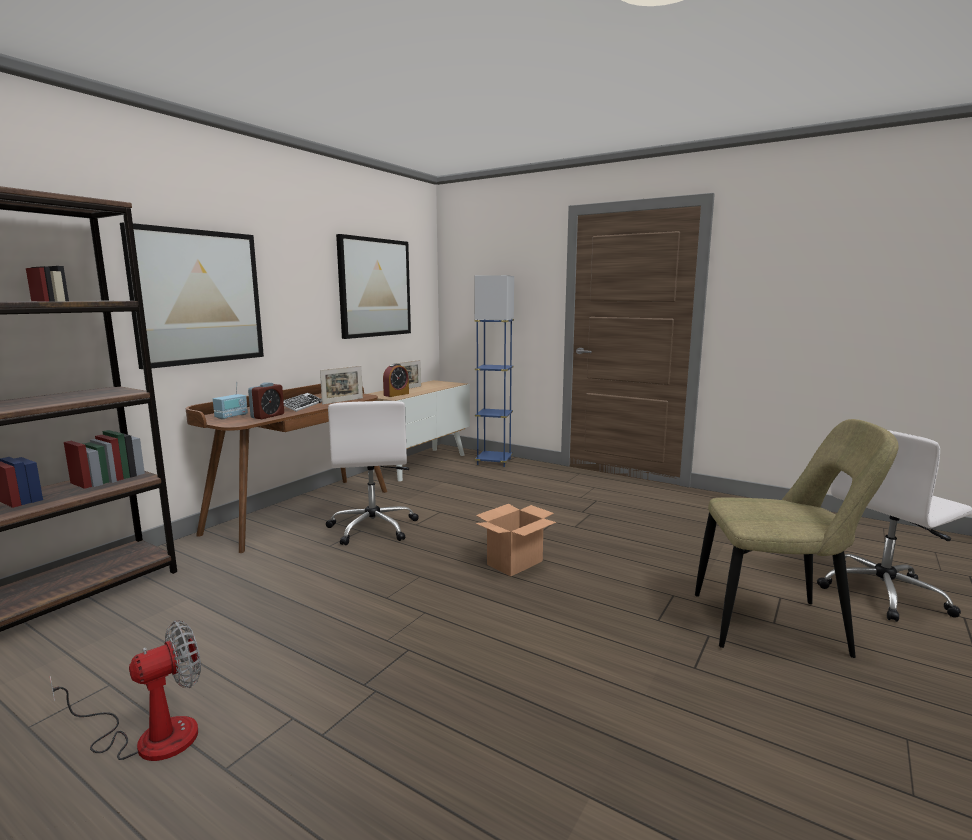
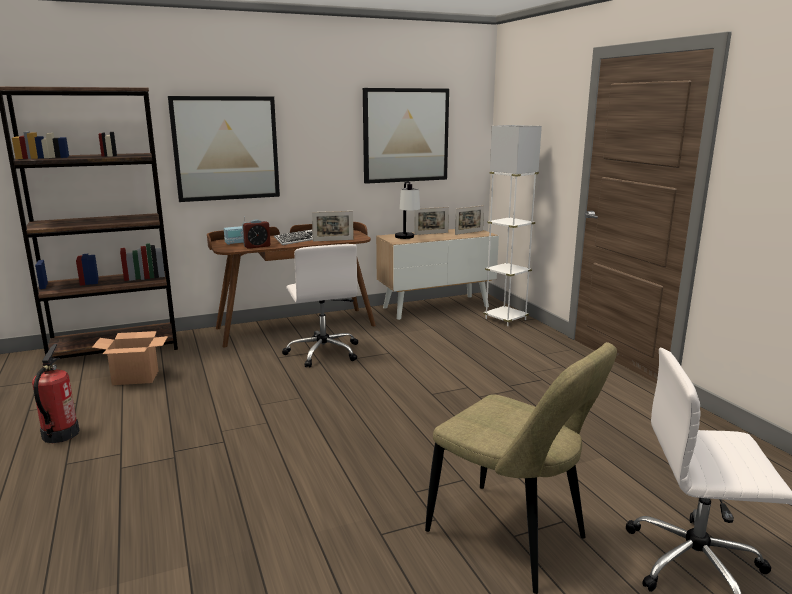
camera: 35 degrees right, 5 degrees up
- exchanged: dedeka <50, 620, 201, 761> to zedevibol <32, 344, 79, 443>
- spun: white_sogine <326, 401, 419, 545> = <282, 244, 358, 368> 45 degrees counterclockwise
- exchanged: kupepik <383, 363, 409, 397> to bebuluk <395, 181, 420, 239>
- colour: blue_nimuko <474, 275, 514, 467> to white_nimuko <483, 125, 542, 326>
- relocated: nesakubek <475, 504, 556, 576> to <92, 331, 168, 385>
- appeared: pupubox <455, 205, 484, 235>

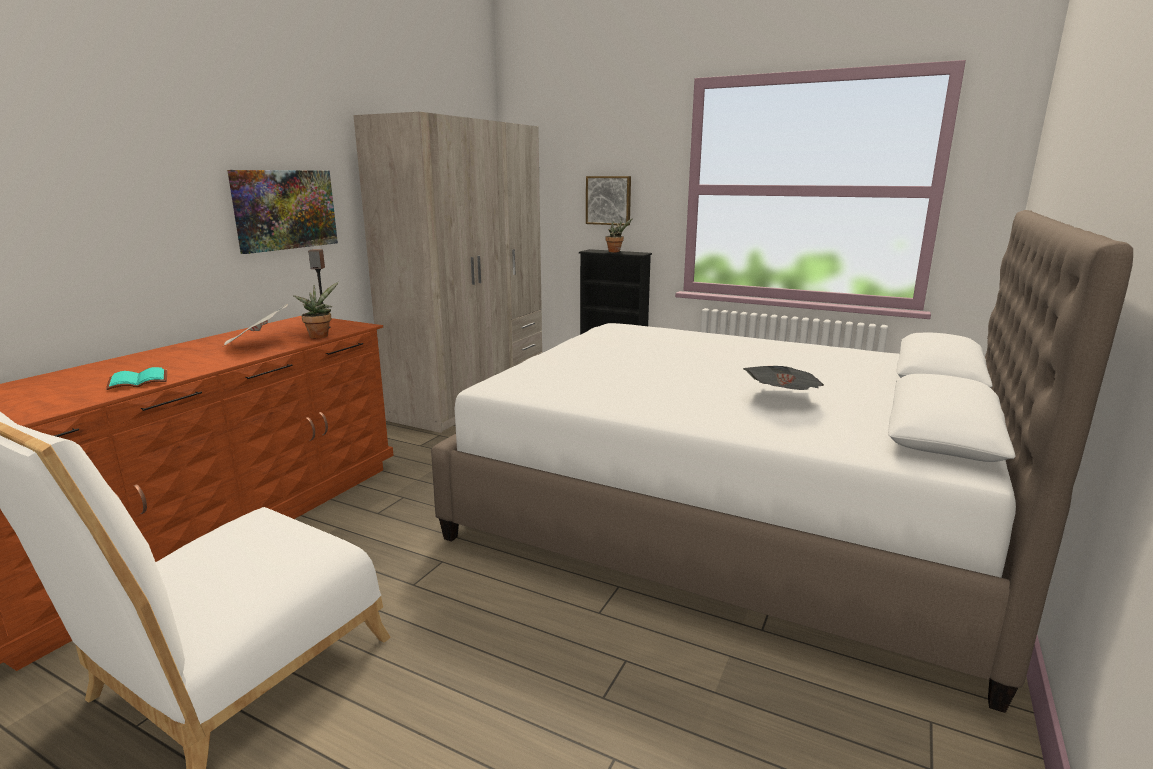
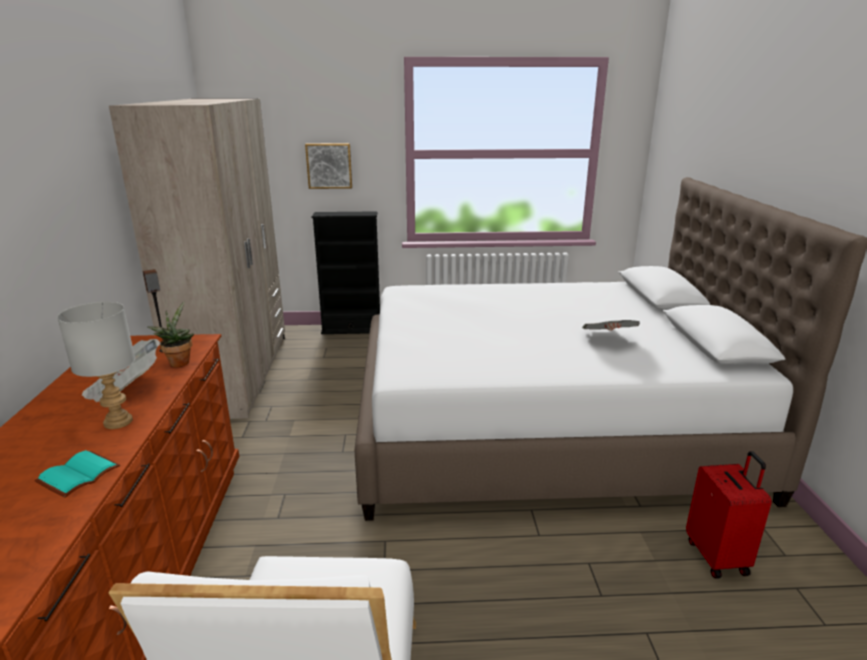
camera: 30 degrees left, 5 degrees up
- missing: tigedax <227, 170, 338, 254>
- missing: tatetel <606, 217, 633, 253>
- appeared: grey_bebuluk <57, 302, 135, 429>
- appeared: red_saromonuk <686, 451, 772, 579>

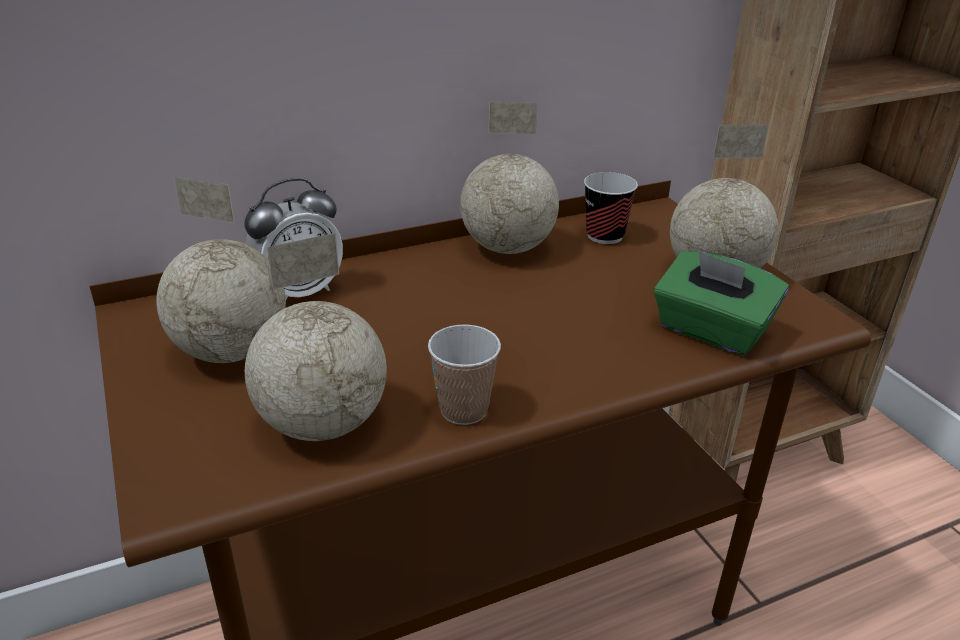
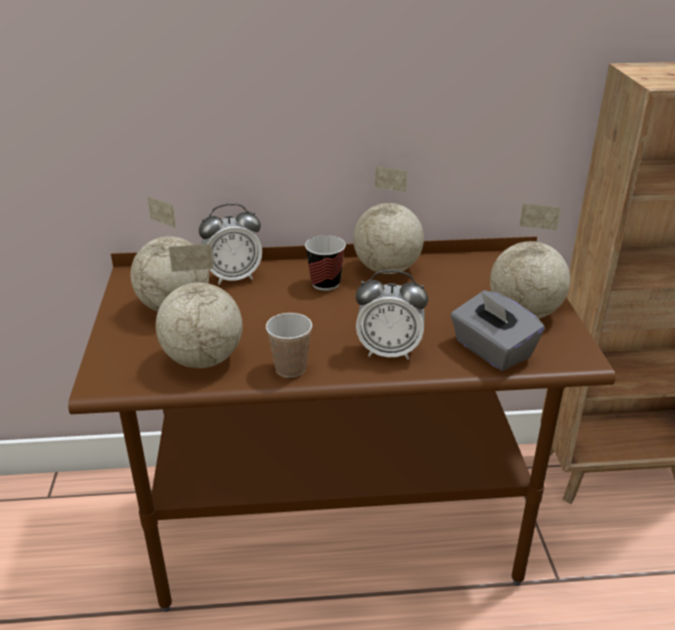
camera: 20 degrees right, 0 degrees up
- relocated: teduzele <584, 172, 638, 244> to <305, 235, 346, 291>
- colour: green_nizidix <654, 251, 789, 355> to grey_nizidix <450, 290, 545, 371>
- appeared: kupepik <355, 270, 428, 360>

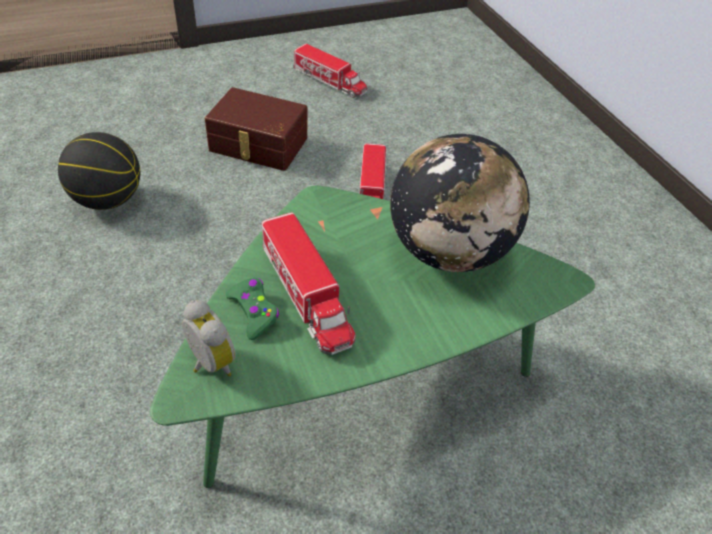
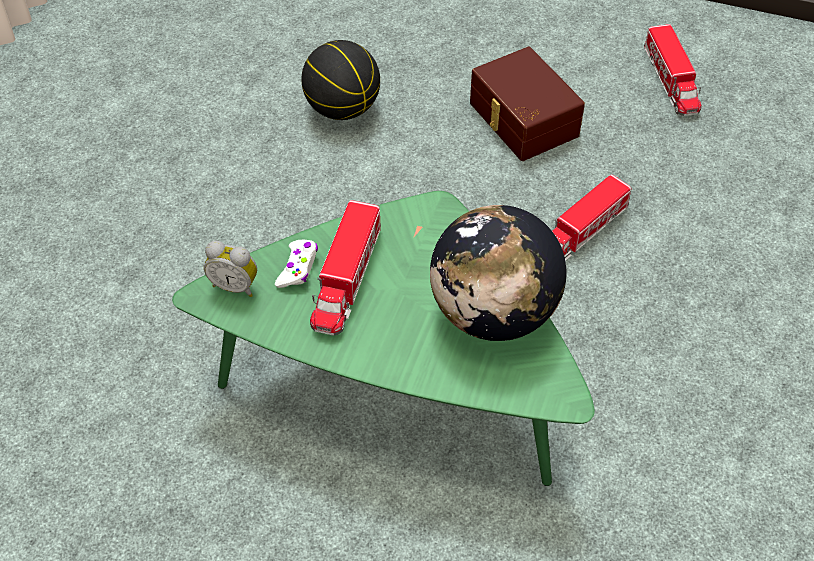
camera: 45 degrees right, 5 degrees up
- spun: kupepik <182, 300, 235, 376> = <204, 240, 257, 297> 105 degrees clockwise
- colour: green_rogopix <226, 278, 279, 340> to white_rogopix <275, 240, 318, 288>

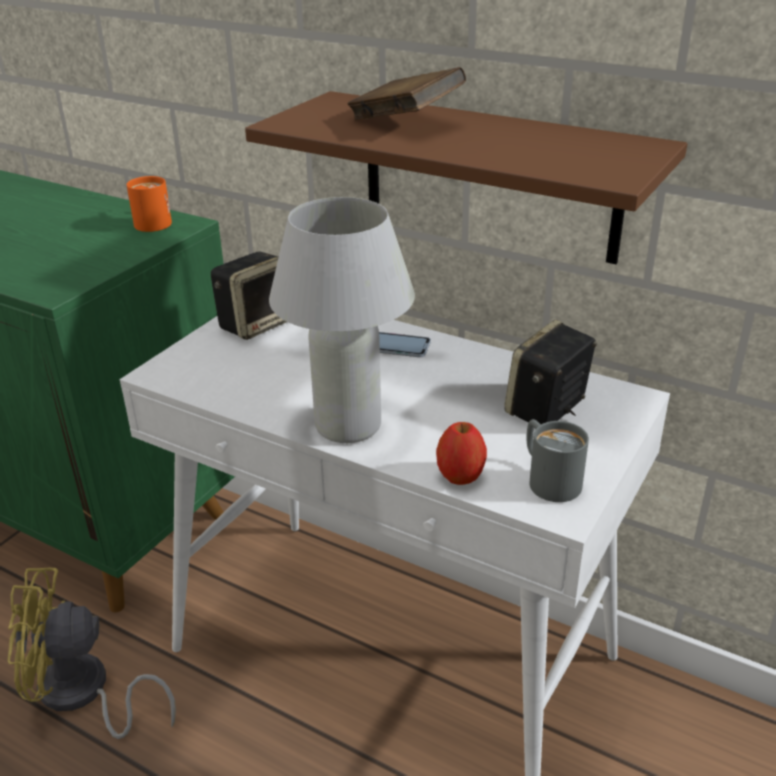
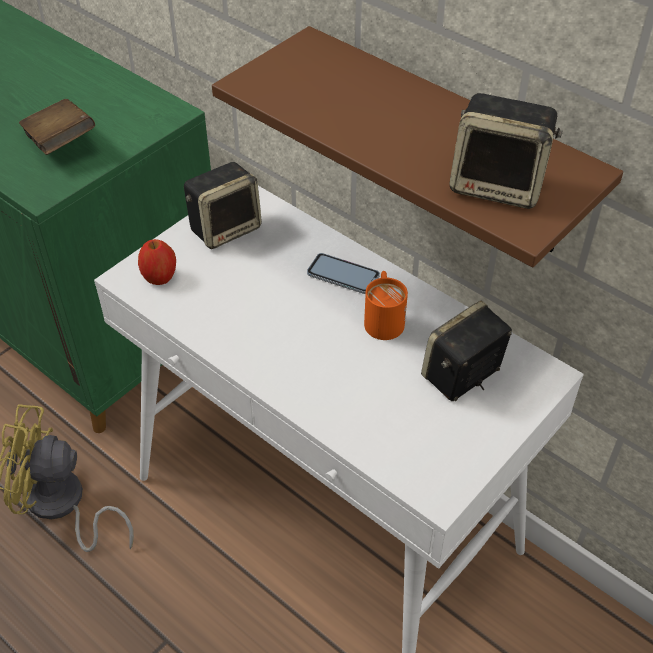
camera: 10 degrees right, 15 degrees up
- relocated: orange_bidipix <126, 176, 172, 232> to <364, 271, 408, 340>
- missing: white_bebuluk <269, 197, 415, 443>
- relocated: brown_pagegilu <347, 67, 466, 120> to <19, 99, 95, 155>
- relocated: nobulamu <436, 422, 487, 485> to <138, 239, 176, 285>
- missing: grey_bidipix <526, 419, 589, 502>
- appeared: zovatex <449, 93, 563, 209>

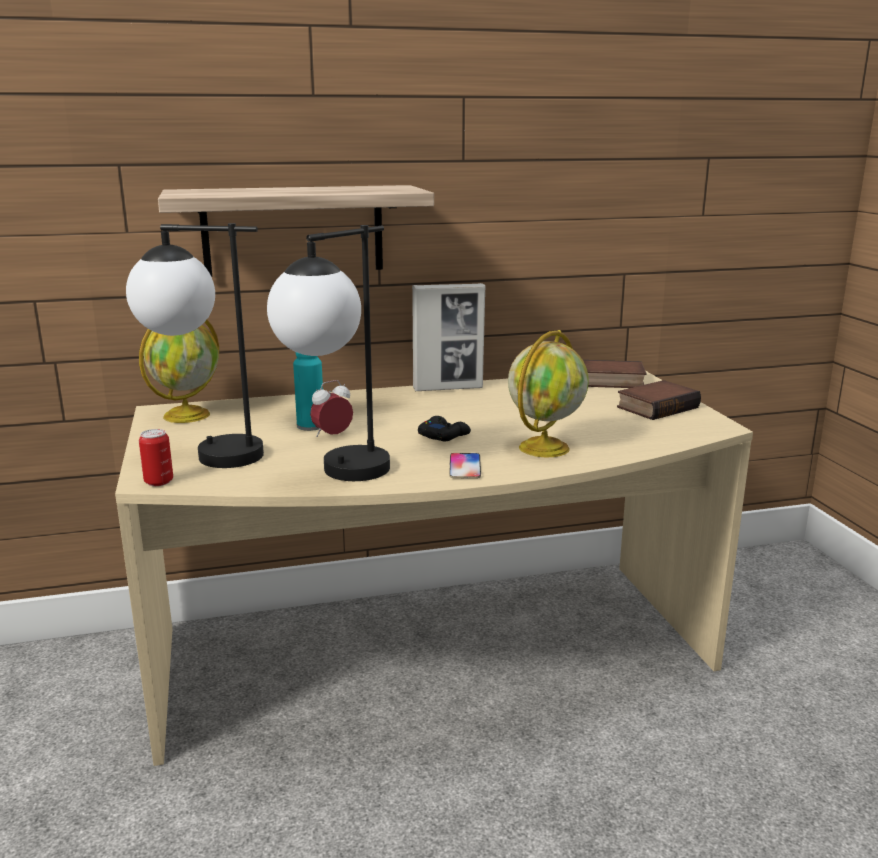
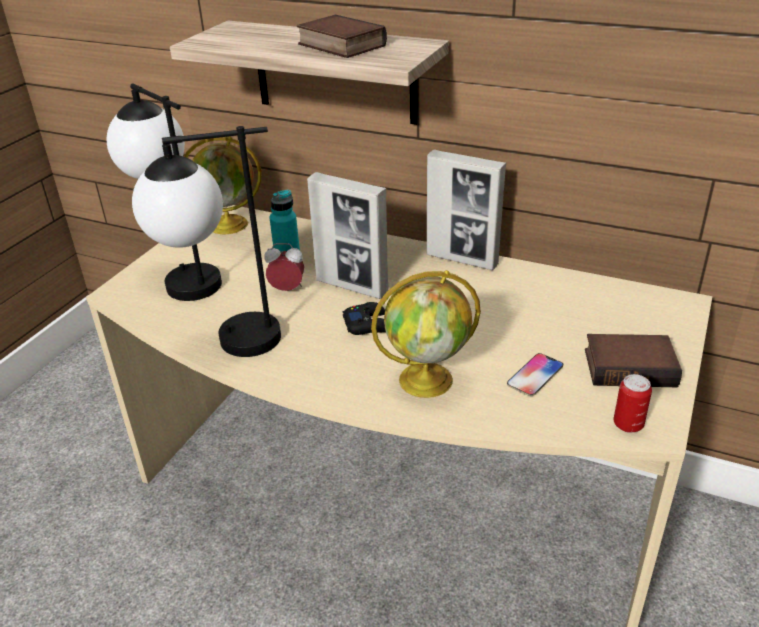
camera: 40 degrees right, 15 degrees up
- relocated: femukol <139, 429, 173, 486> to <614, 374, 652, 433>
- relocated: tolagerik <449, 453, 481, 479> to <507, 353, 563, 396>
- relocated: pagegilu <583, 360, 647, 388> to <297, 15, 387, 58>
- appeared: pupubox <307, 172, 389, 299>

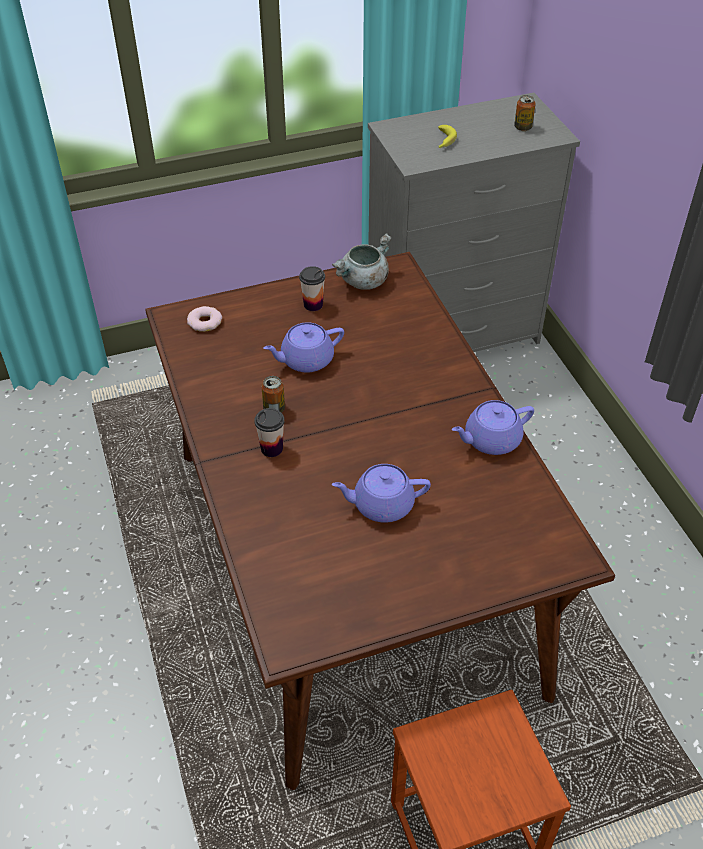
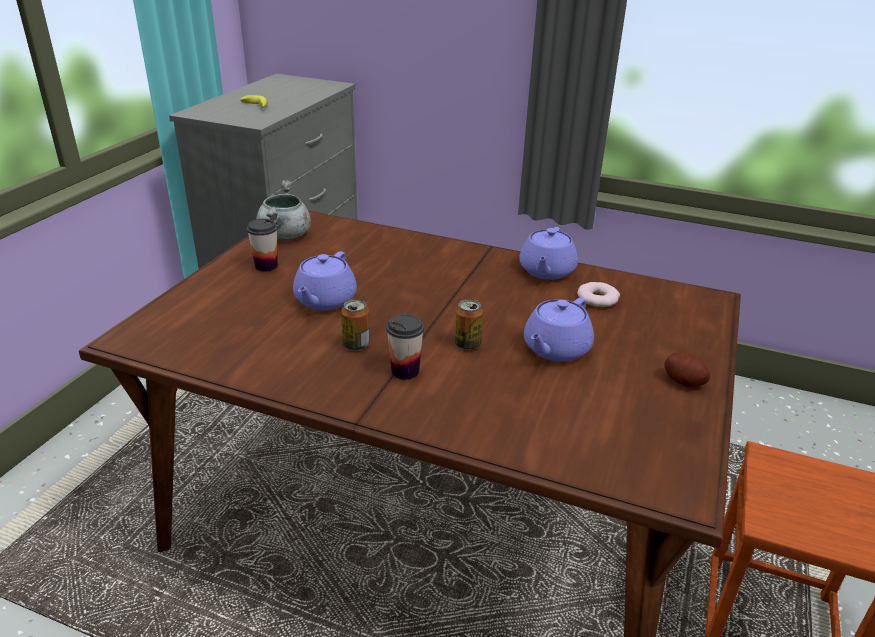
camera: 50 degrees left, 15 degrees down
- relocated: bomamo <187, 306, 222, 332> to <577, 282, 620, 307>
- relocated: femukol <514, 95, 536, 131> to <455, 299, 483, 350>
- appeared: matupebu <664, 353, 710, 387>

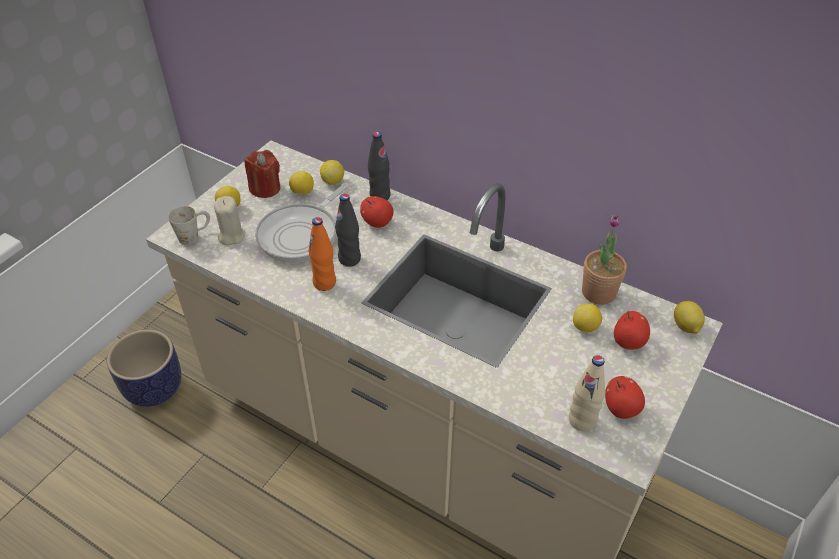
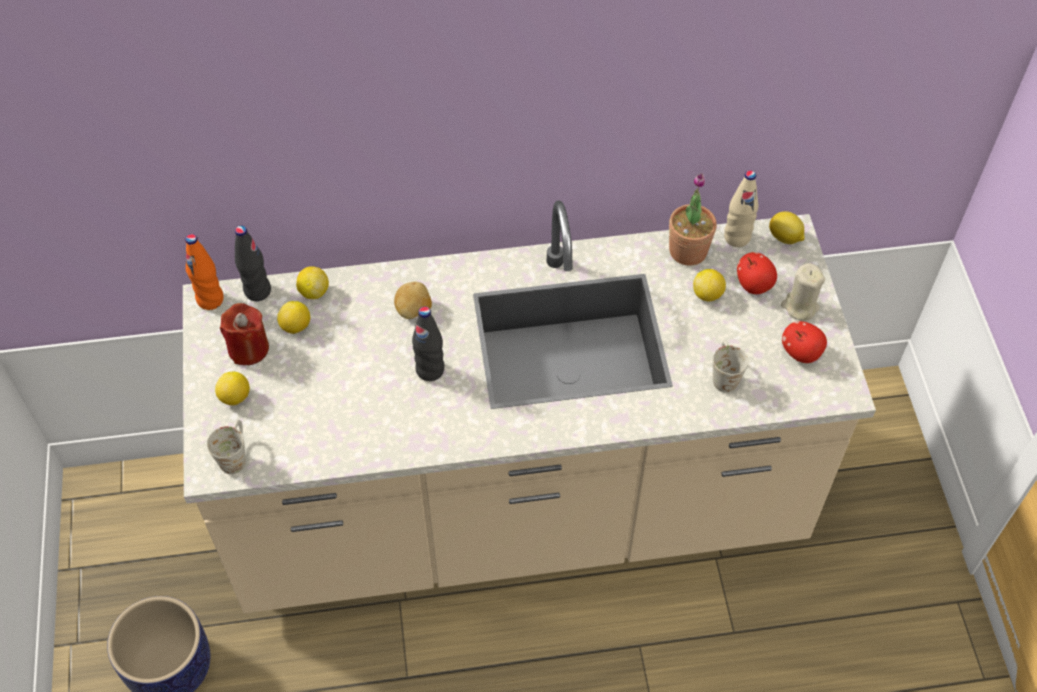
camera: 40 degrees left, 10 degrees up
- relocated: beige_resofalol <214, 196, 245, 246> to <781, 263, 825, 321>
- missing: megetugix <255, 183, 349, 263>
- relocated: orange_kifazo <309, 217, 336, 291> to <185, 234, 224, 310>
- exchanged: nobulamu <360, 196, 394, 228> to matupebu <394, 281, 432, 319>
- relocated: black_kifazo <368, 132, 391, 200> to <235, 225, 271, 301>
- relocated: beige_kifazo <569, 355, 605, 431> to <724, 170, 758, 247>
- appeared: white_bidipix <713, 340, 748, 393>

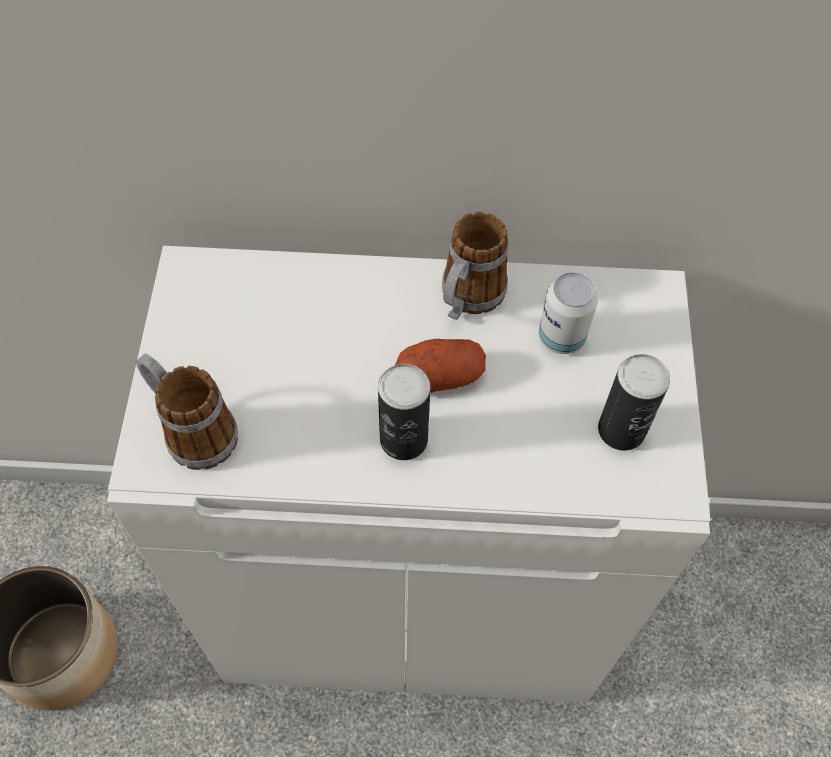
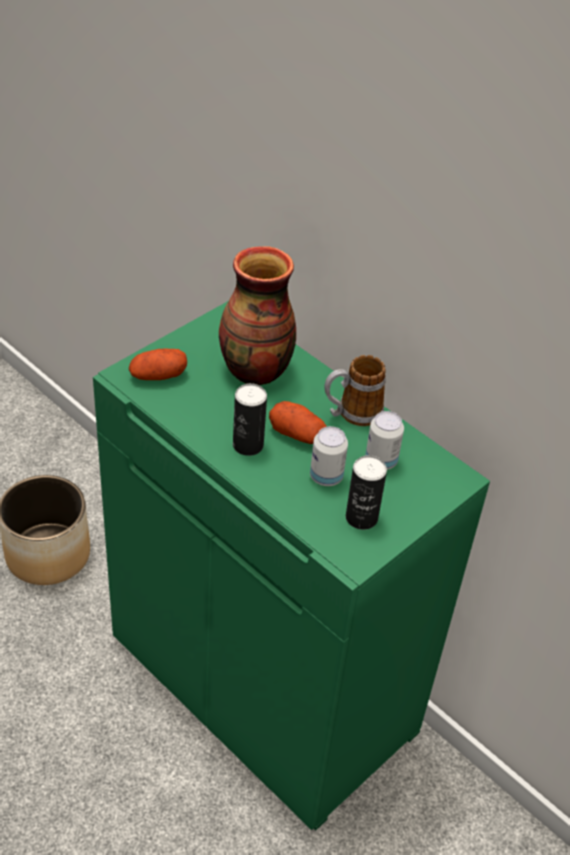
camera: 40 degrees right, 15 degrees down
- colour: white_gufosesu <107, 246, 711, 703> to green_gufosesu <93, 301, 490, 831>
- exchanged: bidipix <136, 354, 238, 470> to matupebu <129, 349, 187, 380>
- appeared: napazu <219, 246, 296, 385>
- appeared: femukol <310, 426, 348, 486>

